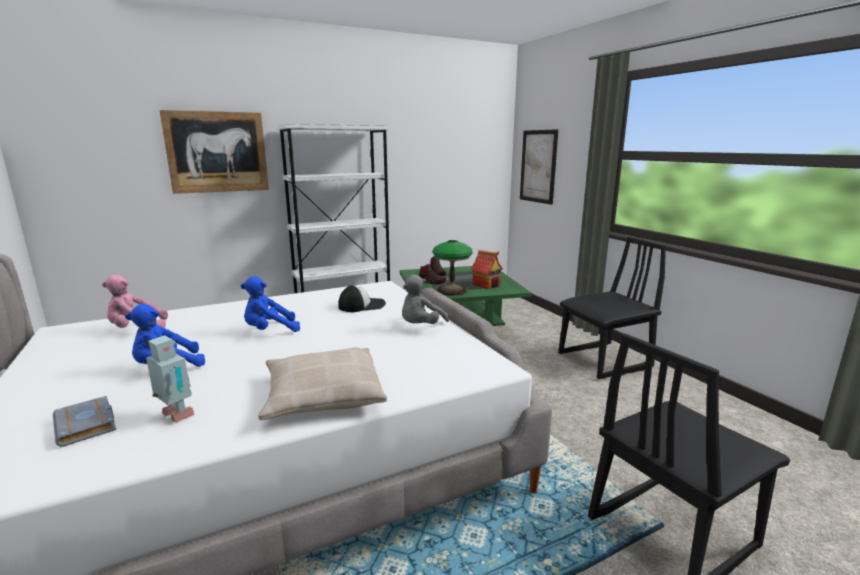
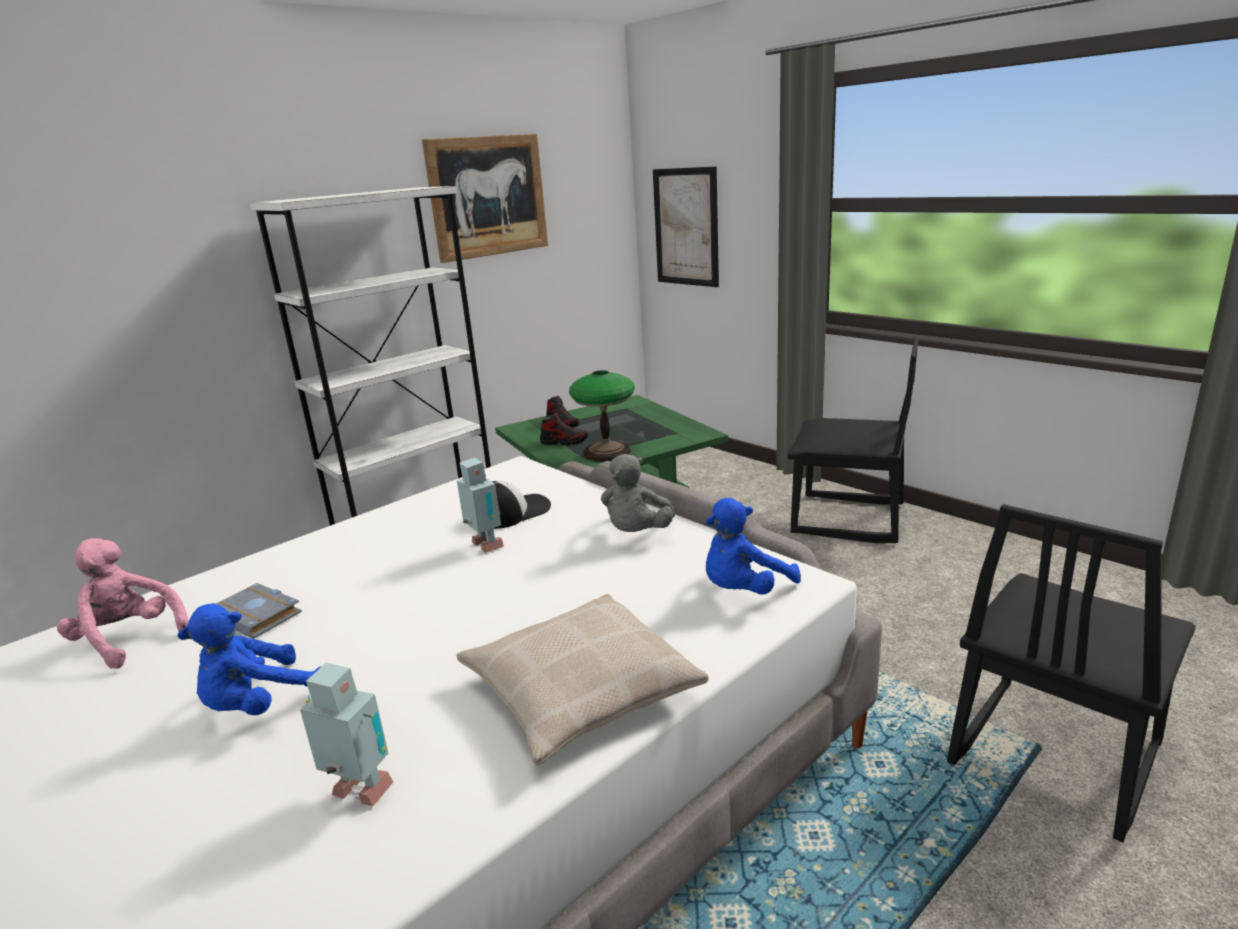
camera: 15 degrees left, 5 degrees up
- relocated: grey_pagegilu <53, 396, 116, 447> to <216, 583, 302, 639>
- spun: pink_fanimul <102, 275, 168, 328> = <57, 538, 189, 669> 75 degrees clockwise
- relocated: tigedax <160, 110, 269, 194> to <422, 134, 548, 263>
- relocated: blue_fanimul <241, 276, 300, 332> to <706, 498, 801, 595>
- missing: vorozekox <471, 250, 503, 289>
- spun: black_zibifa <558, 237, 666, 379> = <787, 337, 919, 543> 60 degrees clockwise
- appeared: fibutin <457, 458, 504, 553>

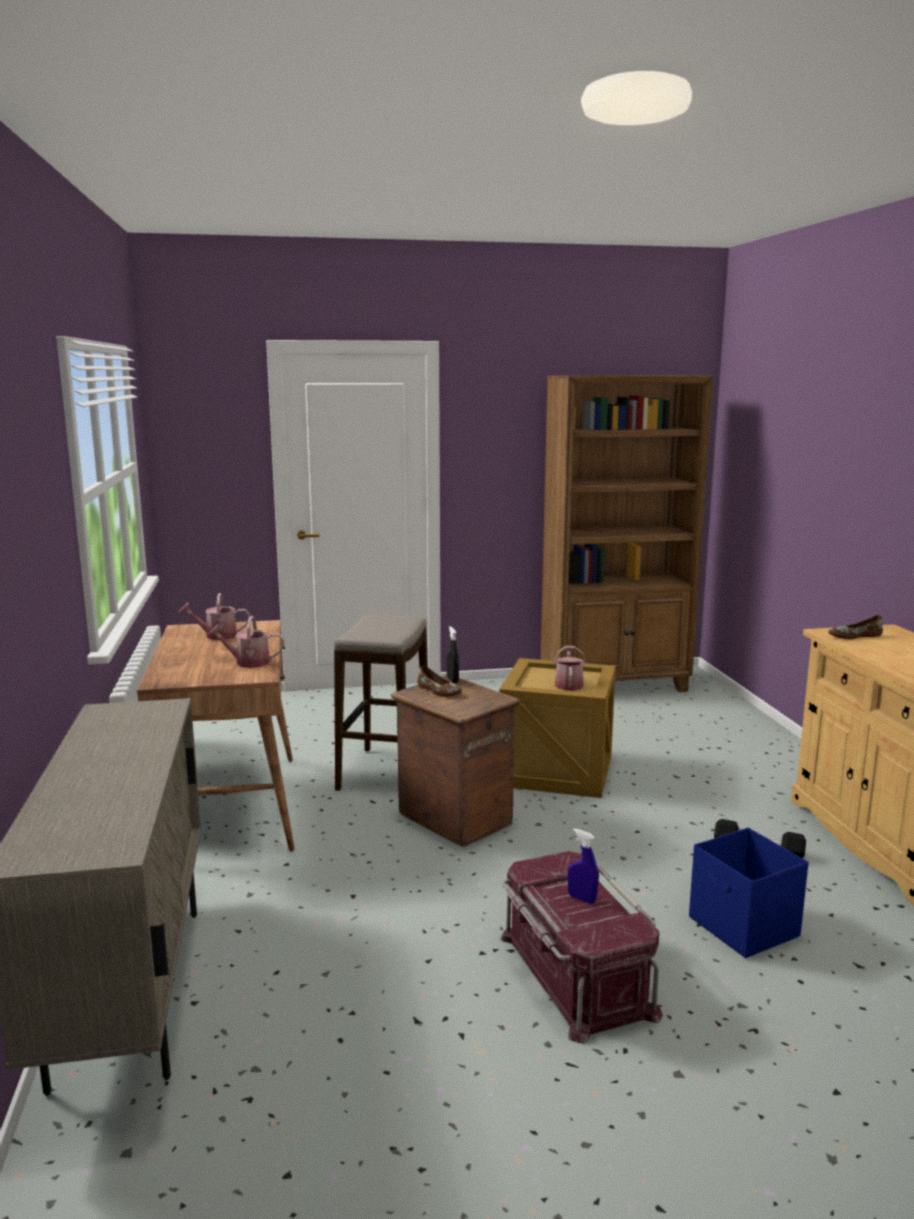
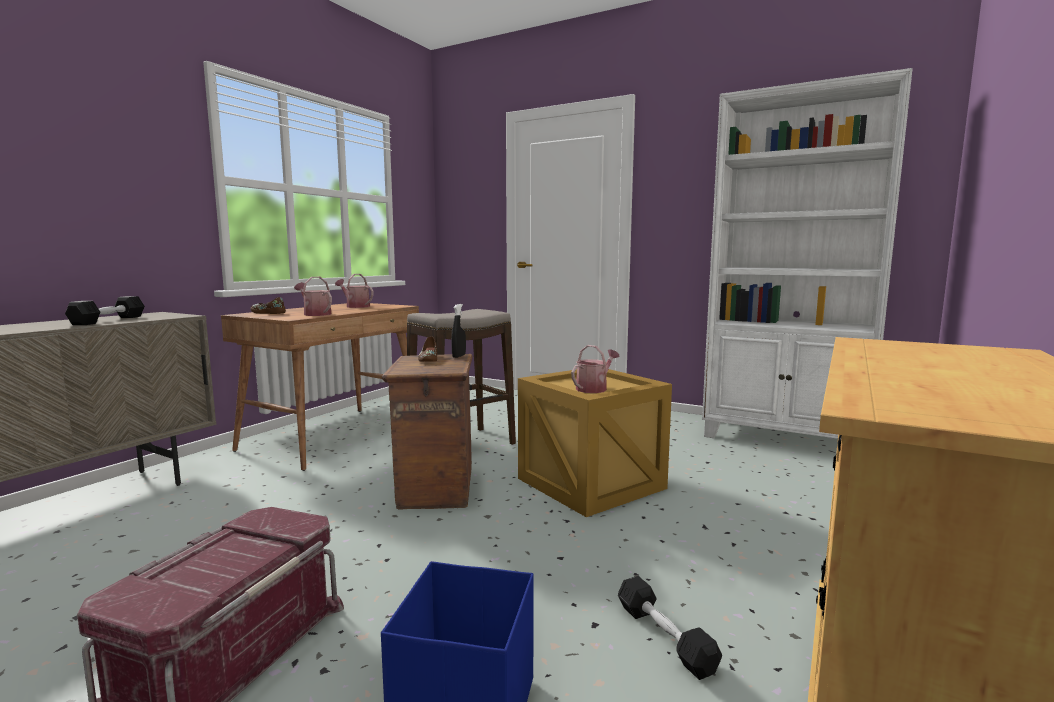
camera: 40 degrees right, 5 degrees down
- colour: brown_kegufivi <541, 375, 713, 692> to white_kegufivi <702, 68, 913, 439>
- missing: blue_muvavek <568, 829, 598, 904>
- relocated: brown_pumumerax <828, 615, 883, 639> to <251, 297, 286, 314>
- appeared: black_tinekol <65, 296, 145, 325>

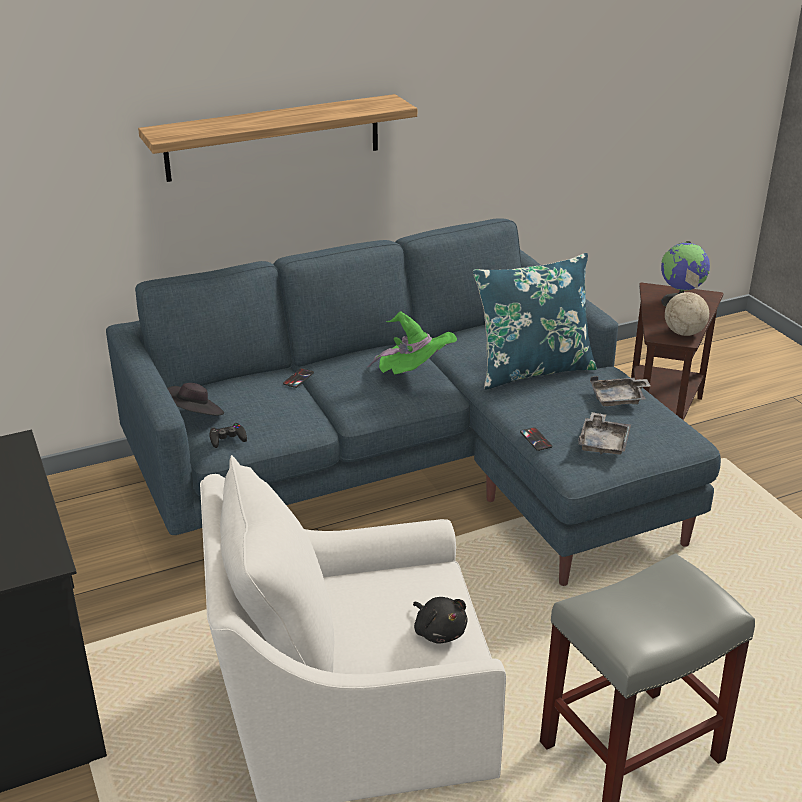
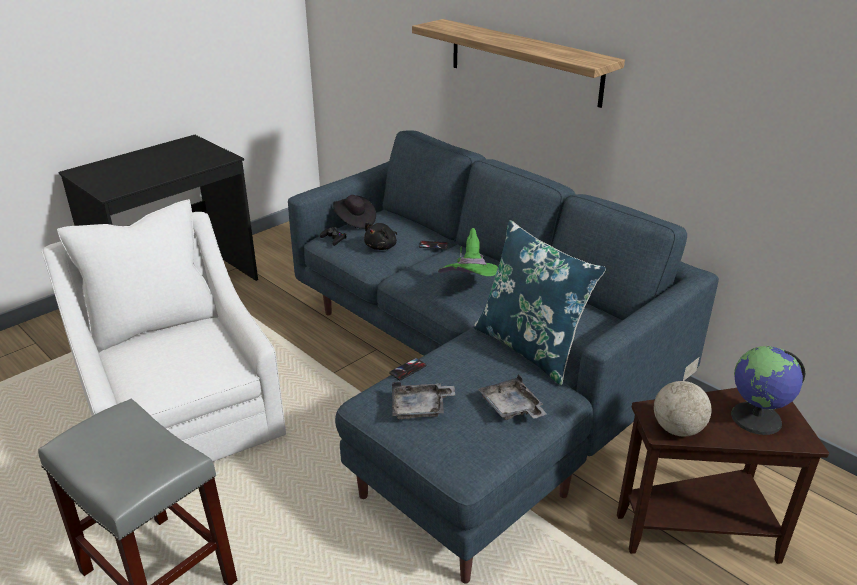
camera: 70 degrees right, 0 degrees up
- relocated: black_fanimul <413, 597, 468, 644> to <364, 222, 397, 250>

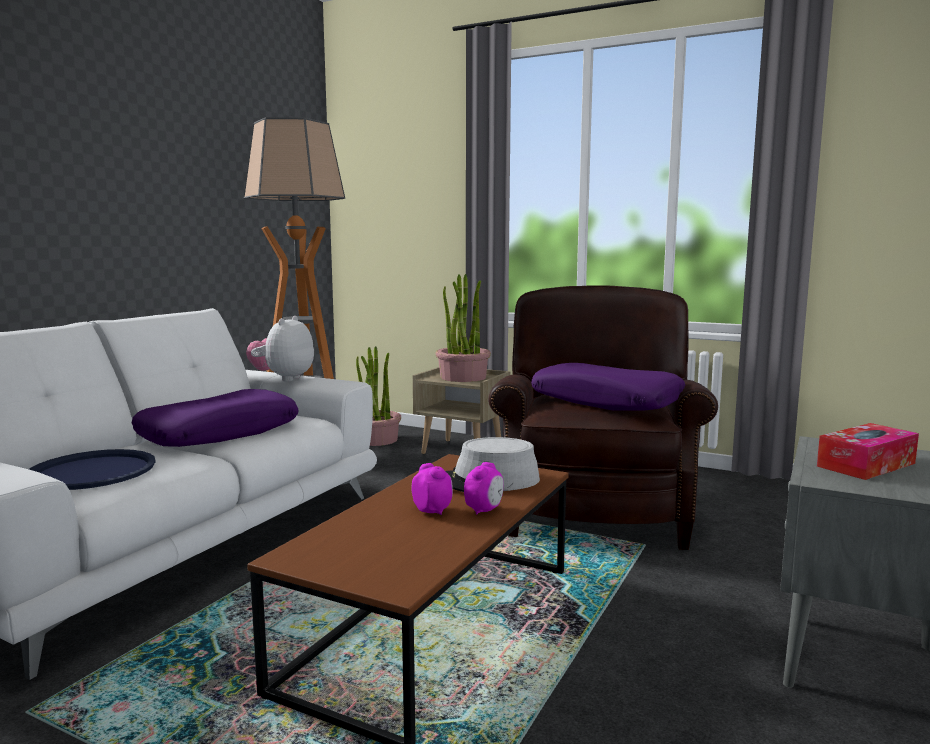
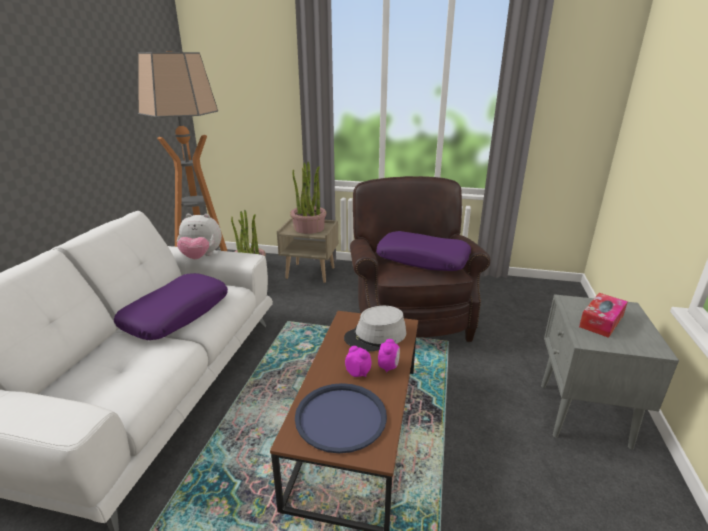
camera: 15 degrees left, 15 degrees up
- relocated: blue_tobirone <29, 449, 156, 490> to <295, 383, 387, 453>
- spun: fanimul <246, 316, 314, 382> = <177, 214, 222, 259> 90 degrees counterclockwise

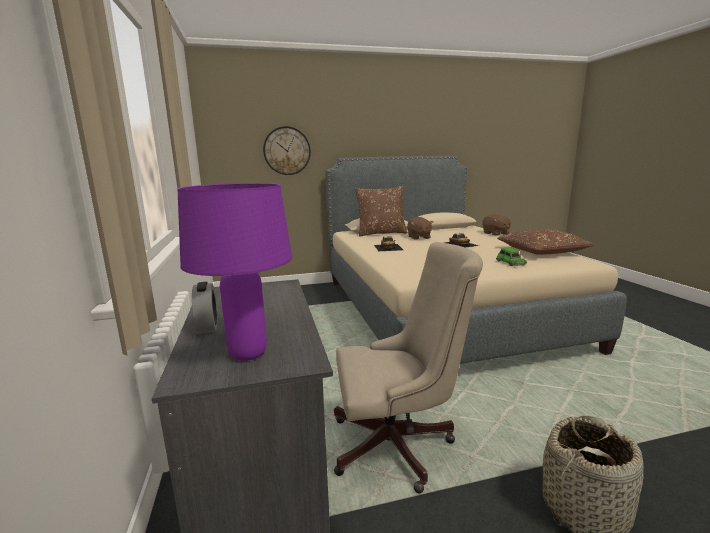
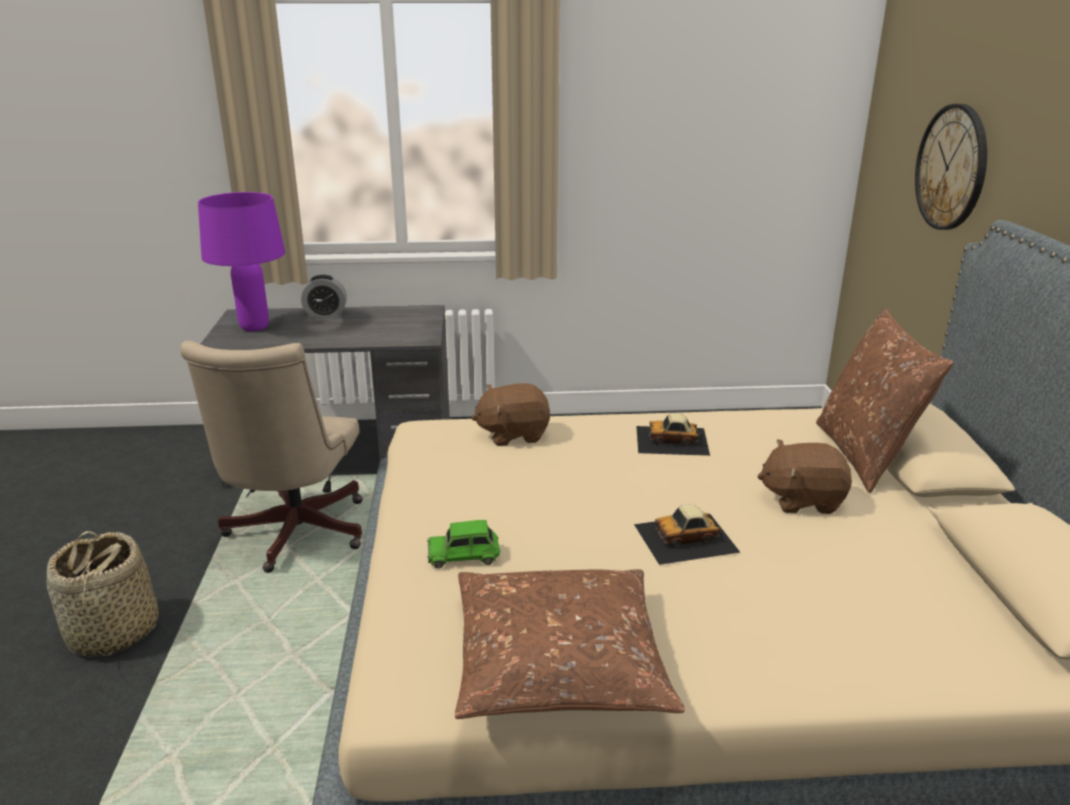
camera: 100 degrees right, 10 degrees up
- relocated: brown_fanimul <482, 214, 512, 236> to <472, 383, 550, 446>

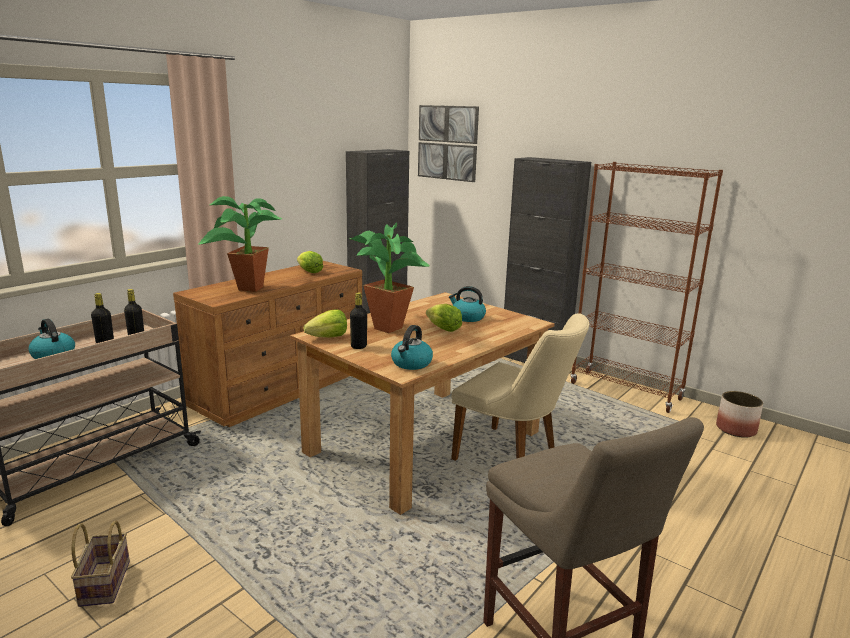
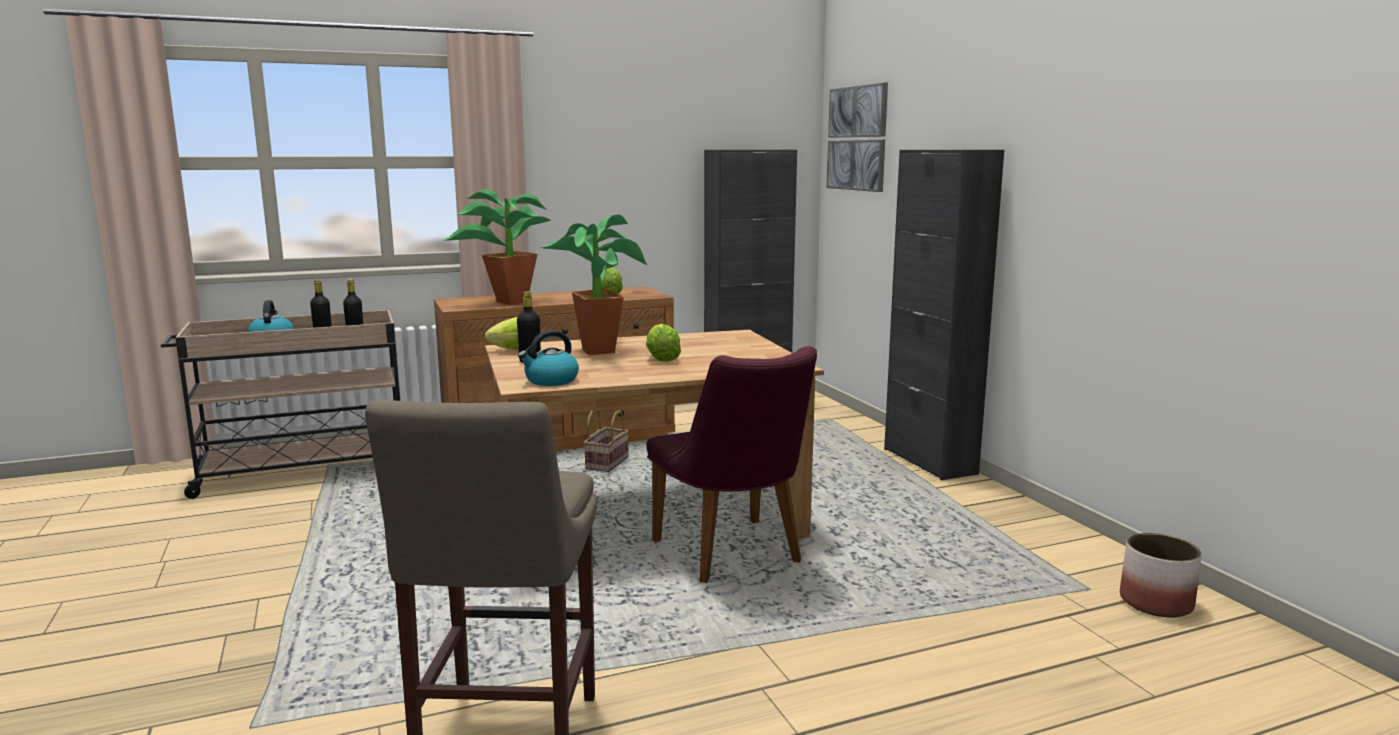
camera: 30 degrees right, 5 degrees down
- relocated: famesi <71, 521, 130, 607> to <584, 411, 629, 472>
- missing: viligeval <449, 286, 486, 322>
- colour: beige_zibifa <451, 313, 589, 461> to purple_zibifa <646, 346, 817, 583>
- missing: brown_kegufivi <570, 162, 723, 413>

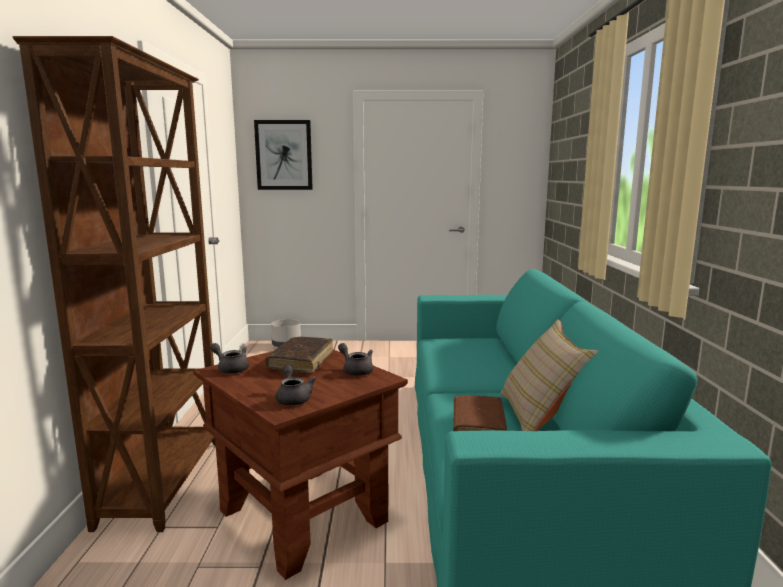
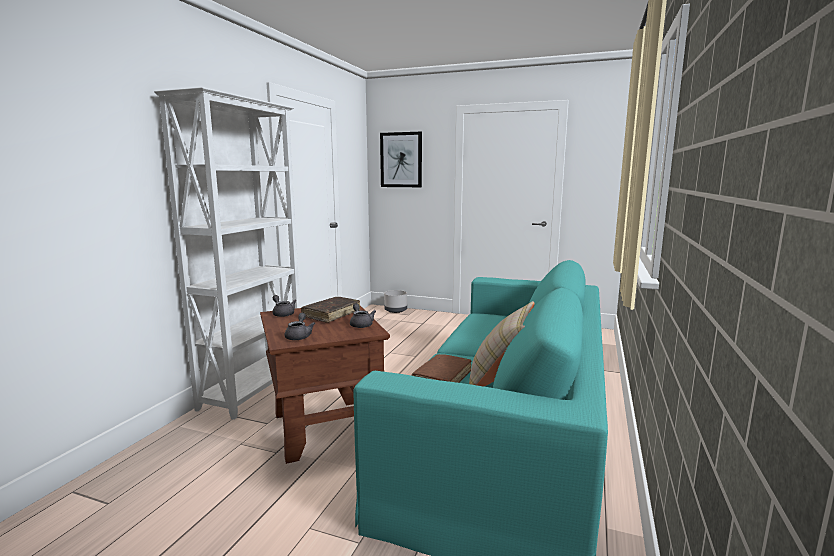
camera: 20 degrees right, 0 degrees up
- colour: brown_kegufivi <13, 36, 216, 532> to white_kegufivi <154, 87, 300, 420>

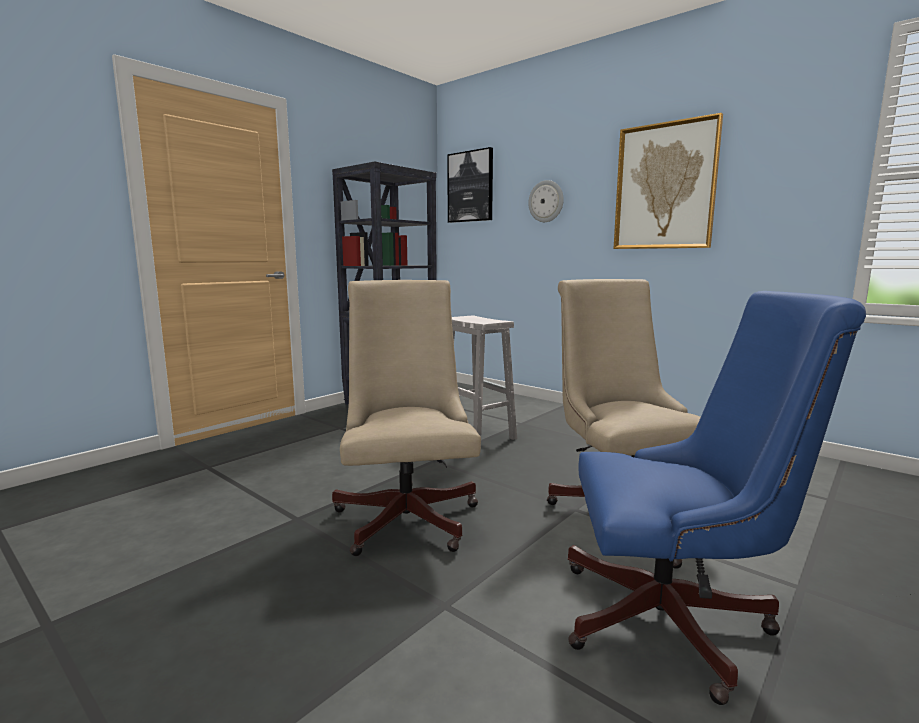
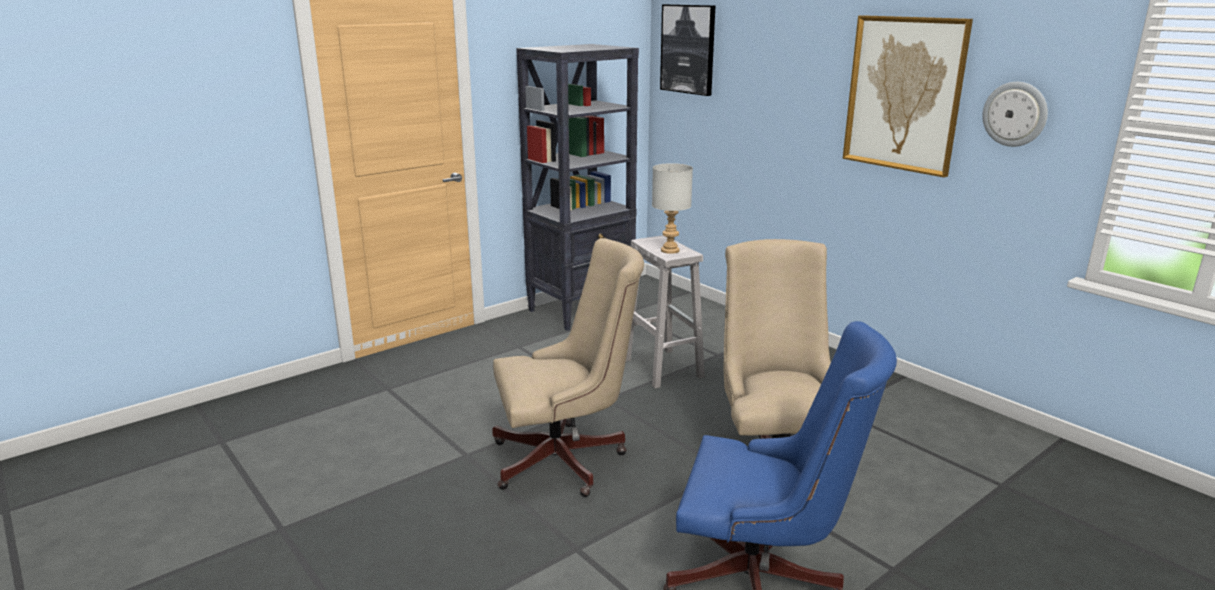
camera: 10 degrees right, 10 degrees up
- spun: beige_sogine <332, 280, 481, 556> = <492, 238, 644, 497> 75 degrees clockwise
- relocated: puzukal <528, 180, 564, 222> to <982, 82, 1048, 147>
- appeared: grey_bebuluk <652, 163, 693, 254>

